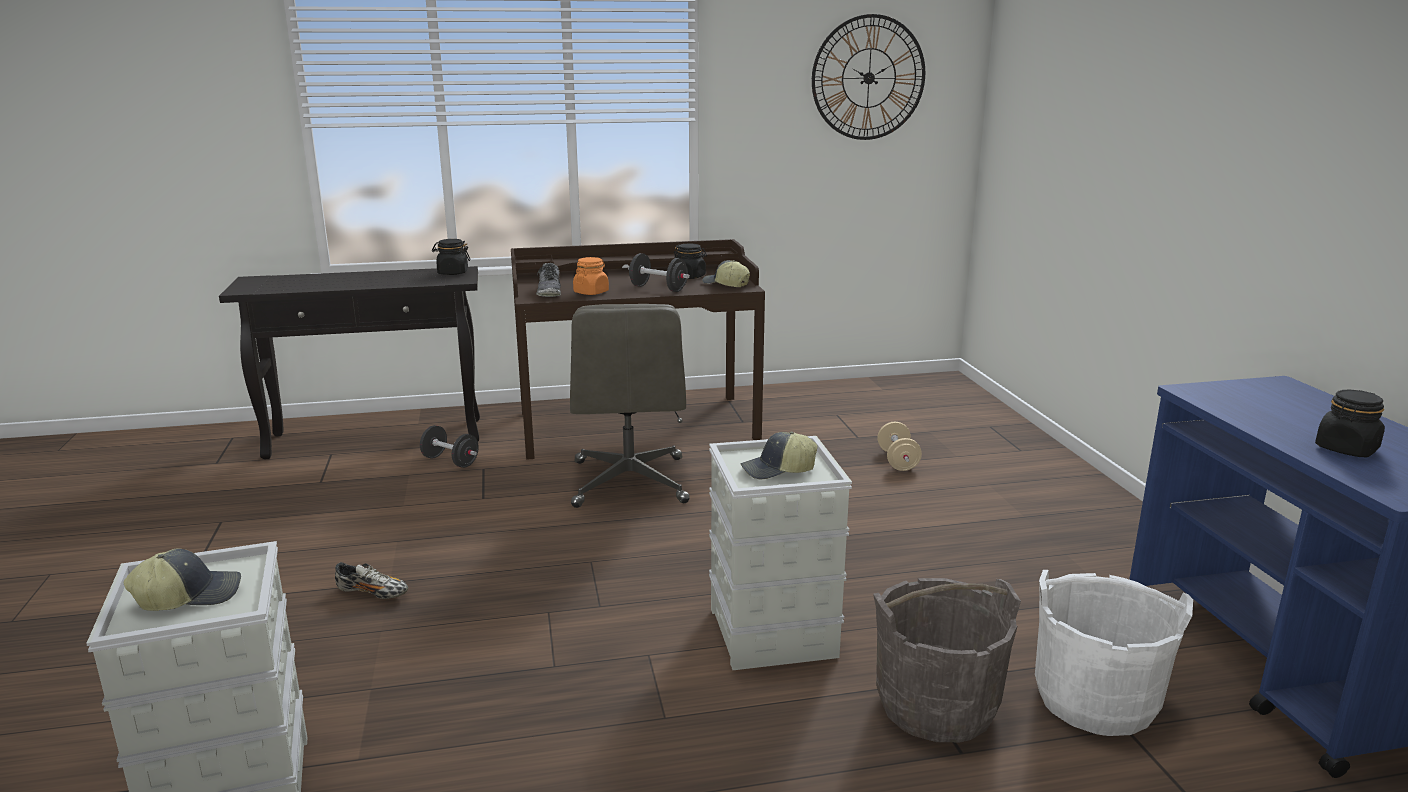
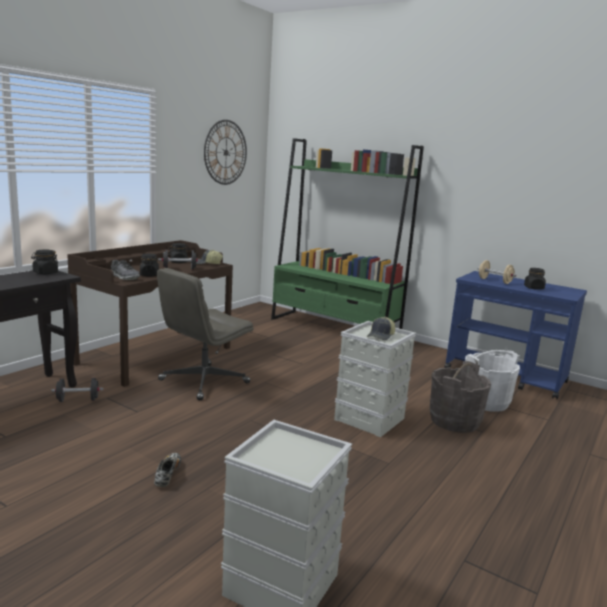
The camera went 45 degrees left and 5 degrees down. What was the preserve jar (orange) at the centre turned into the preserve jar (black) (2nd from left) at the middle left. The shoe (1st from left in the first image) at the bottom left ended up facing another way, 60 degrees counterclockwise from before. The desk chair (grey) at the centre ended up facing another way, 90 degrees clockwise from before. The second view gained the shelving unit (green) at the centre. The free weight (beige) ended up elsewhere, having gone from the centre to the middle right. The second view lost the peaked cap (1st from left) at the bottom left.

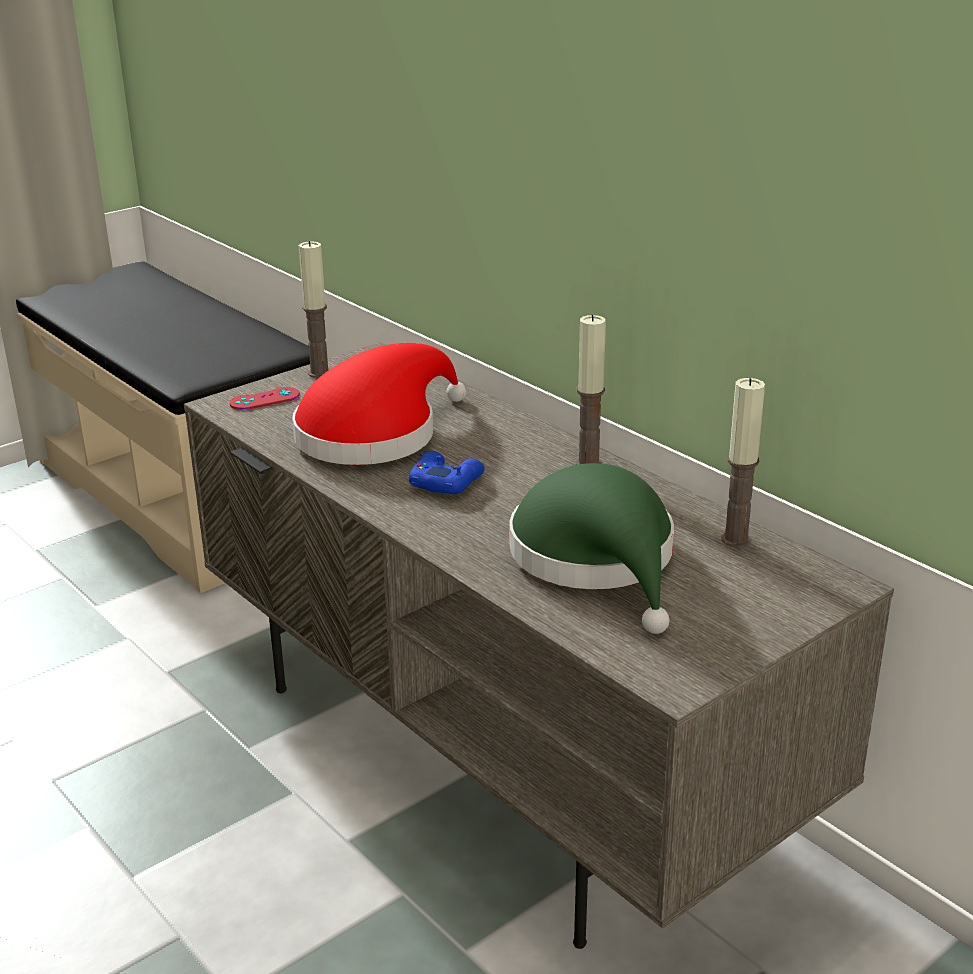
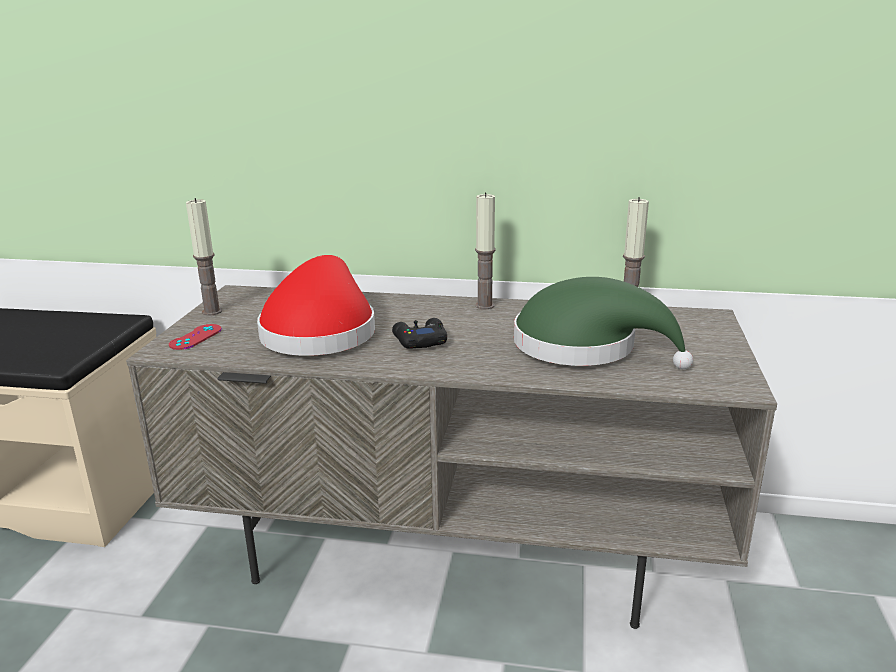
The camera went 40 degrees left and 5 degrees down. What was the game controller (bluish) at the centre turned into the game controller (black) at the centre.

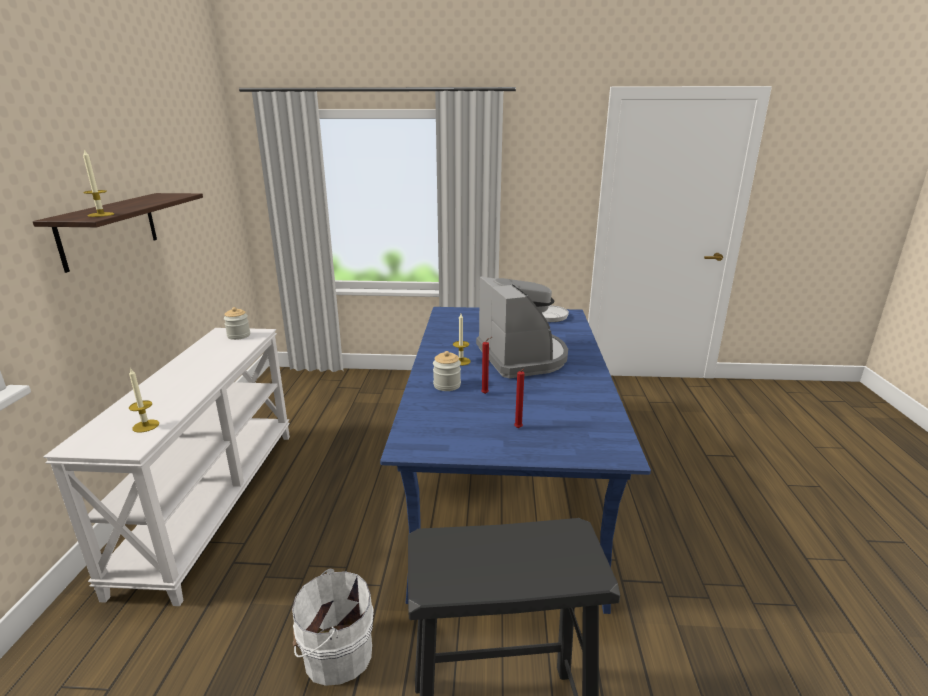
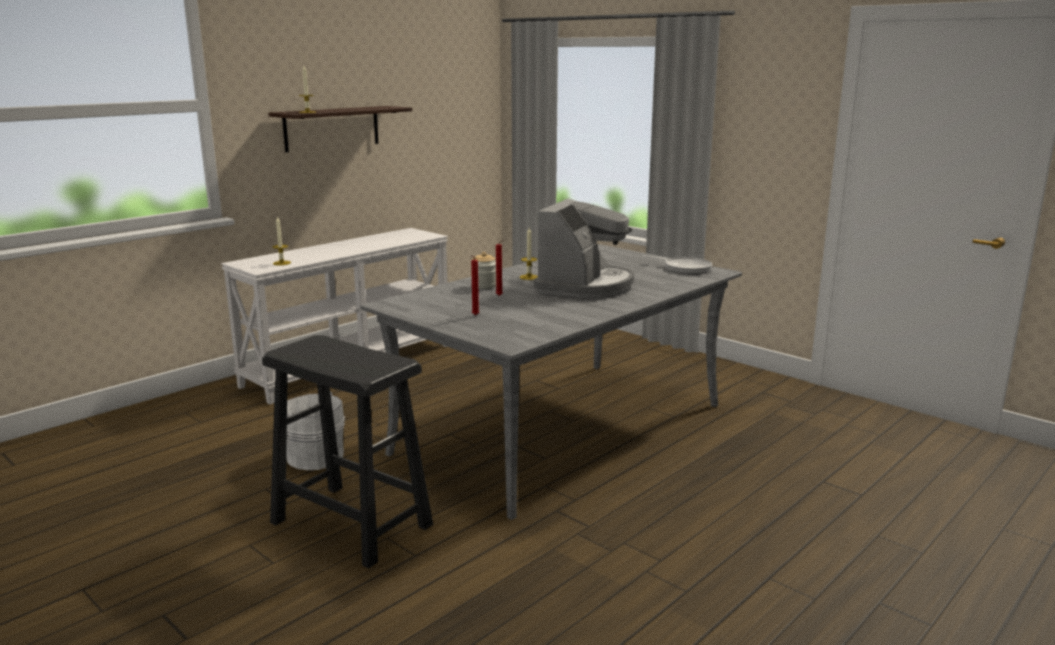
The camera went 40 degrees right and 5 degrees down. What was the kitchen table (bluish) at the centre turned into the kitchen table (grey) at the centre. The second view lost the preserve jar (1st from left) at the middle left.

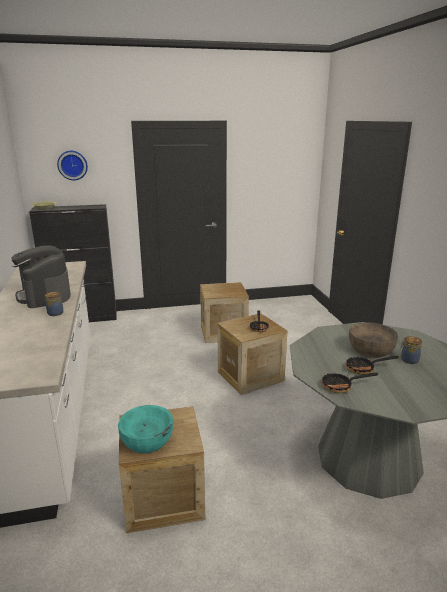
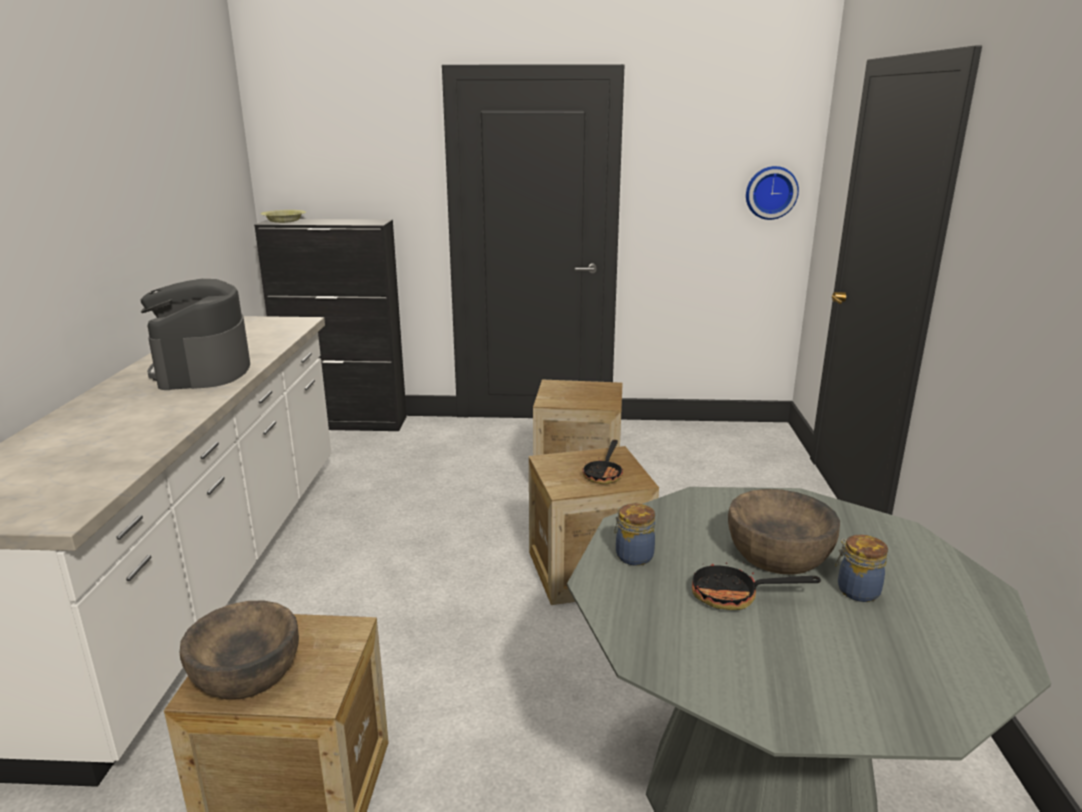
The camera went 15 degrees right and 0 degrees up. What was the bowl (turquoise) at the bottom left turned into the bowl (brownish) (1st from left) at the bottom left. The preserve jar (1st from left) ended up elsewhere, having gone from the middle left to the centre. The clock on the wall ended up elsewhere, having gone from the top left to the top right. The second view lost the pan (2nd from left) at the middle right.

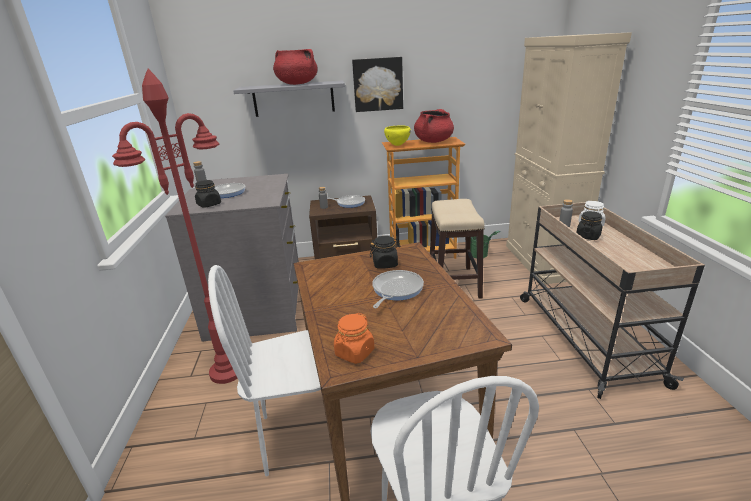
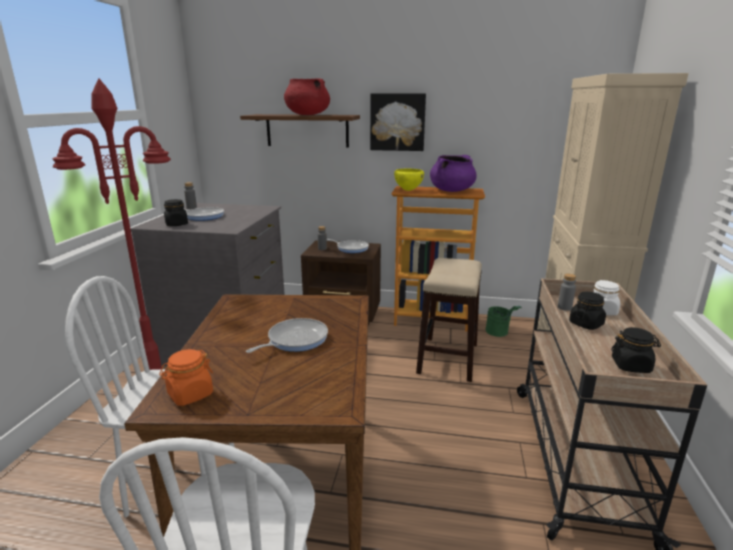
The camera went 15 degrees right and 5 degrees down. What was the shelf (grey) at the top centre turned into the shelf (brownish) at the top centre. What was the saucepot (reddish) (2nd from left) at the top centre turned into the saucepot (purple) at the top centre. The preserve jar (black) (2nd from left in the first image) ended up elsewhere, having gone from the centre to the middle right.

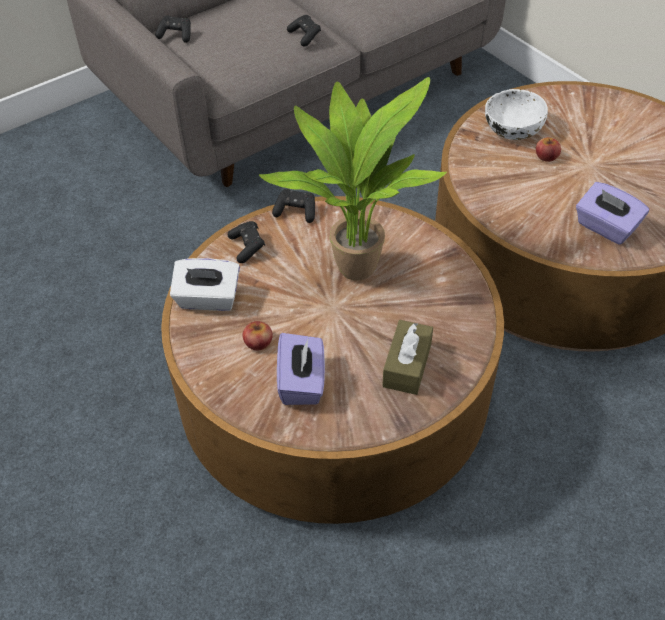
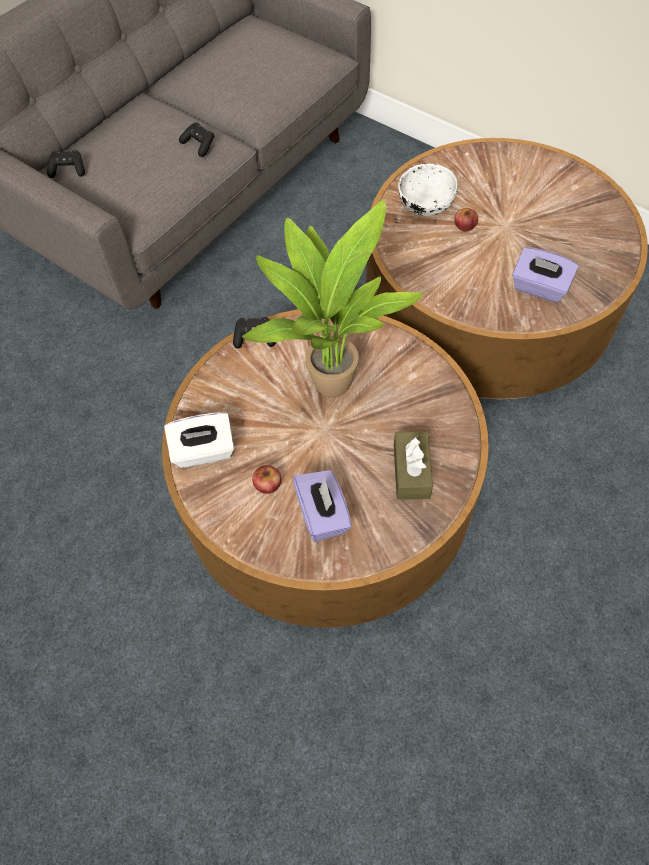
The camera went 15 degrees left and 10 degrees up. The second view lost the game controller (black) (2nd from left) at the centre.

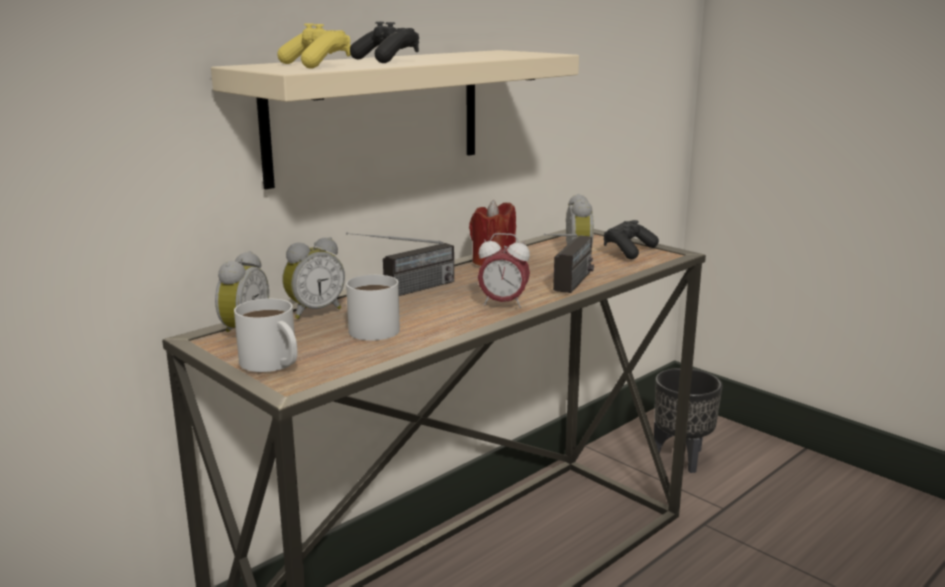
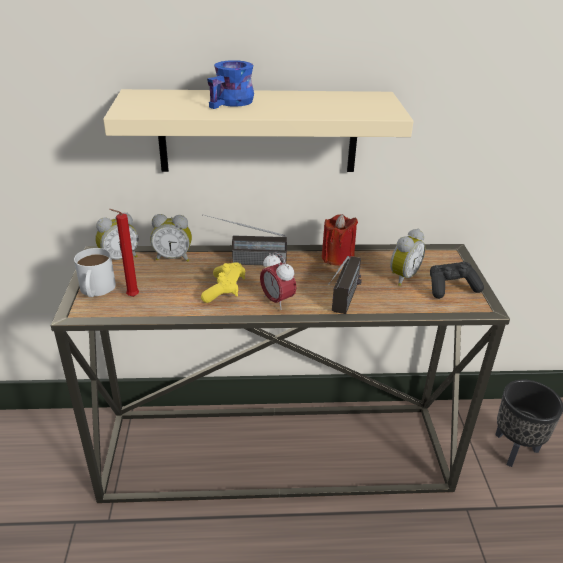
The camera went 40 degrees right and 15 degrees up. The second view gained the wax light (reddish) (1st from left) at the middle left. The game controller (yellow-coloured) ended up elsewhere, having gone from the top left to the centre. Where the game controller (black) (1st from left) stood at the top centre, the tea mug (bluish) came to stand at the top centre. The radio receiver (2nd from left) at the centre ended up facing another way, 45 degrees counterclockwise from before. The second view lost the tea mug (whitish) (2nd from left) at the centre.

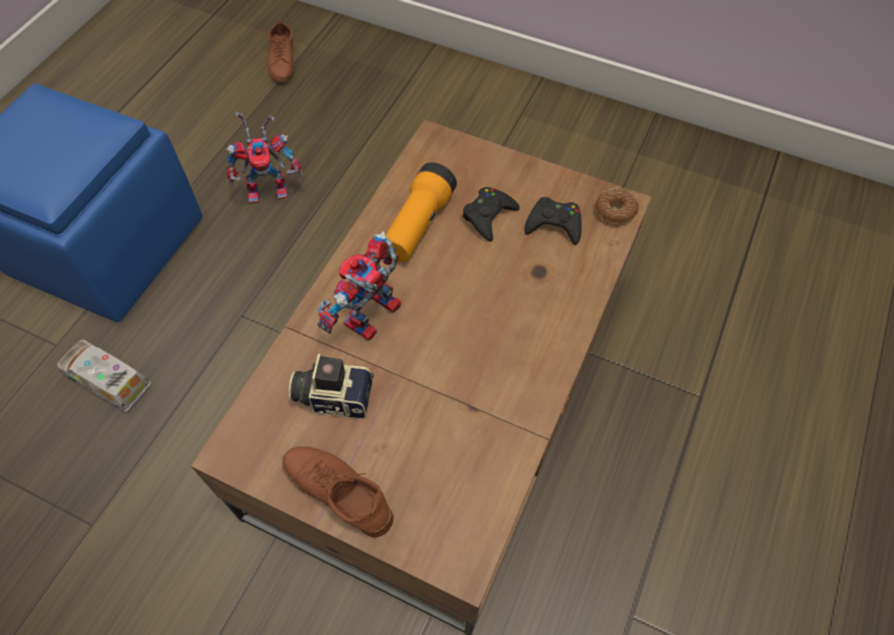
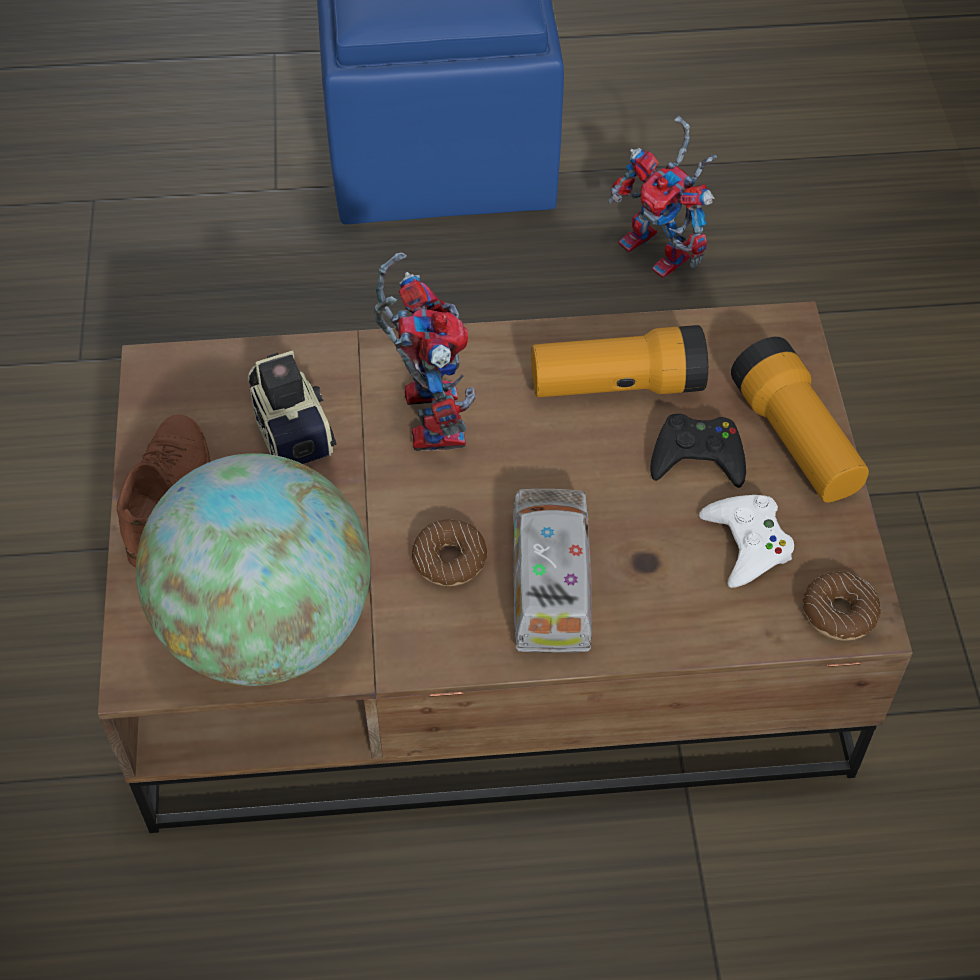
The camera went 60 degrees right and 5 degrees down. The second view gained the desk globe at the middle left. The model robot (2nd from left in the first image) at the centre ended up facing another way, 75 degrees clockwise from before. The second view gained the donut (1st from left) at the centre. The model truck ended up elsewhere, having gone from the middle left to the centre. What was the game controller (black) (2nd from left) at the centre turned into the game controller (whitish) at the middle right. The second view gained the hand torch (2nd from left) at the middle right. The second view lost the shoe (brownish) (1st from left) at the top left.

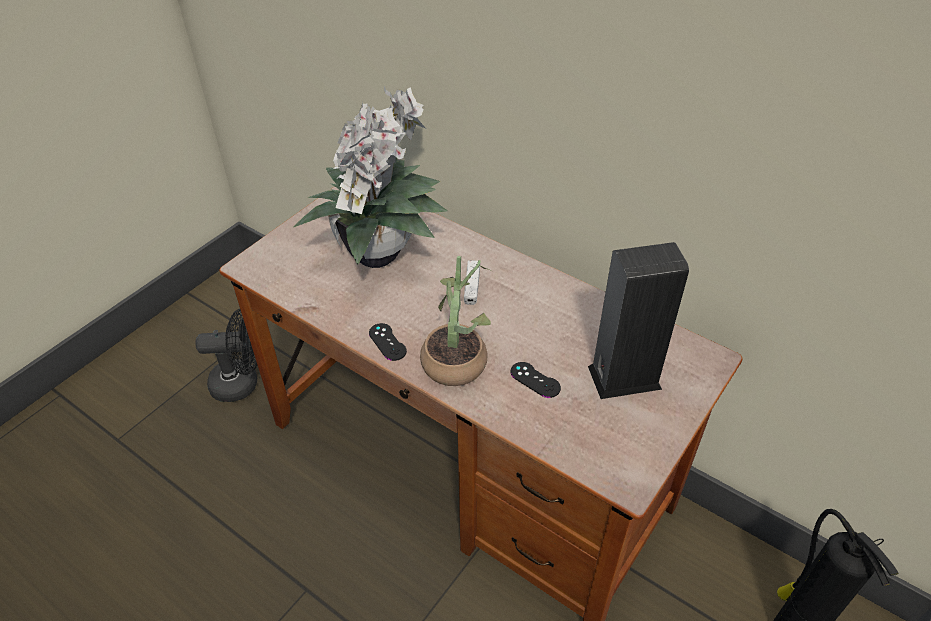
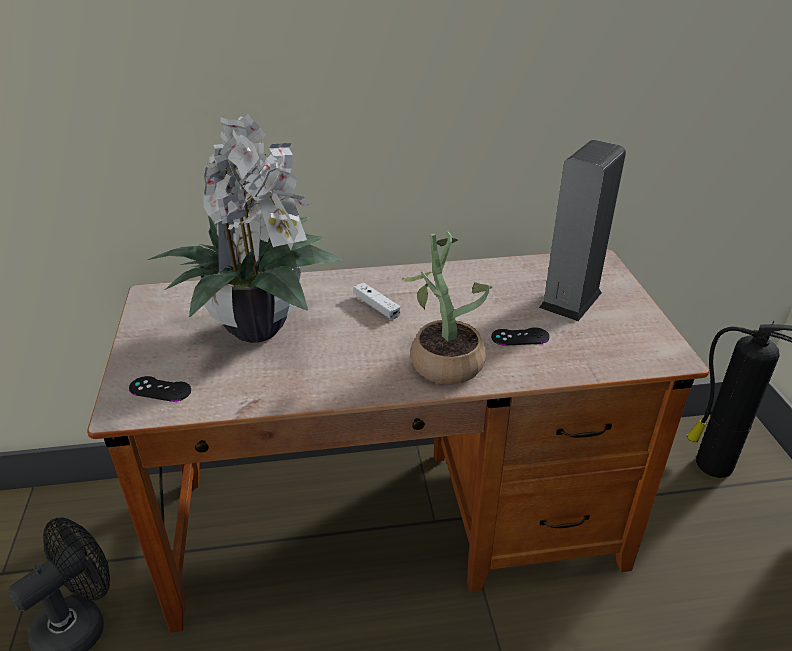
The camera went 45 degrees left and 10 degrees down. The game controller (black) (1st from left) ended up elsewhere, having gone from the centre to the middle left.

